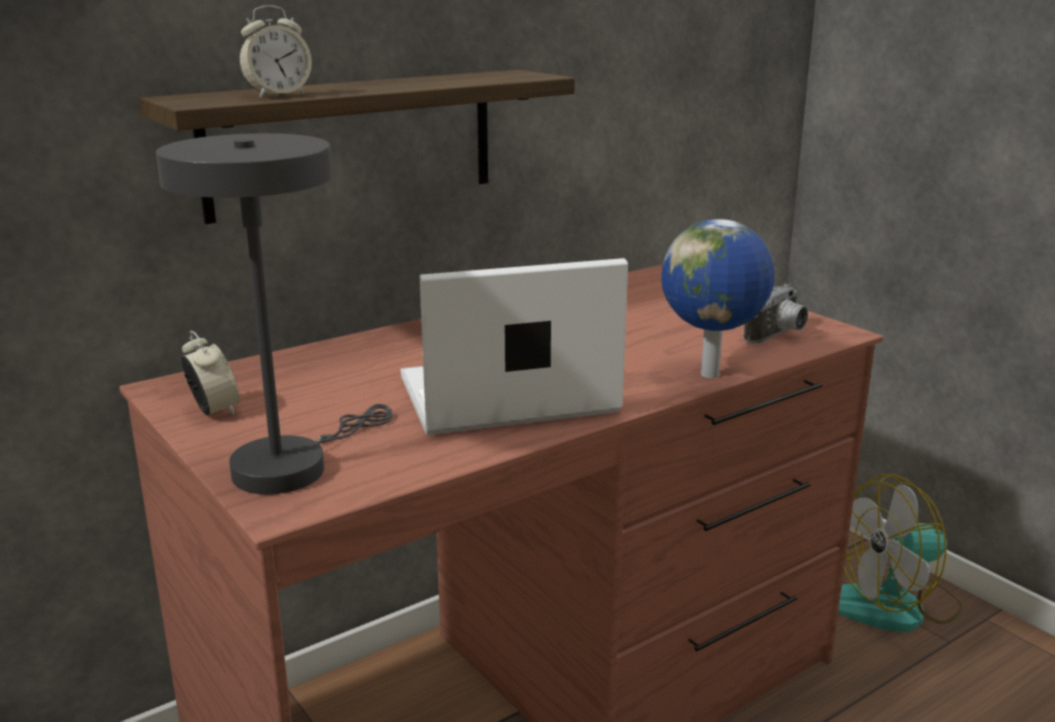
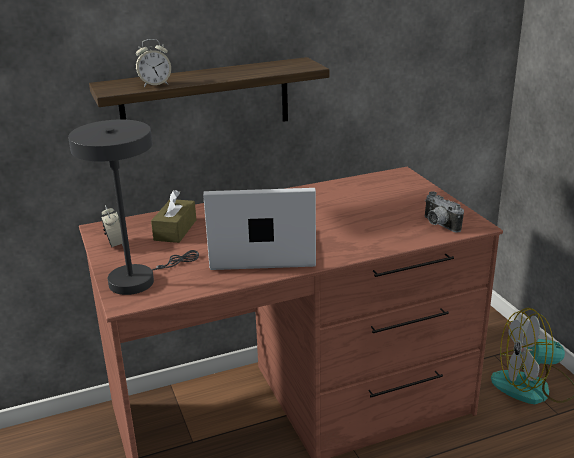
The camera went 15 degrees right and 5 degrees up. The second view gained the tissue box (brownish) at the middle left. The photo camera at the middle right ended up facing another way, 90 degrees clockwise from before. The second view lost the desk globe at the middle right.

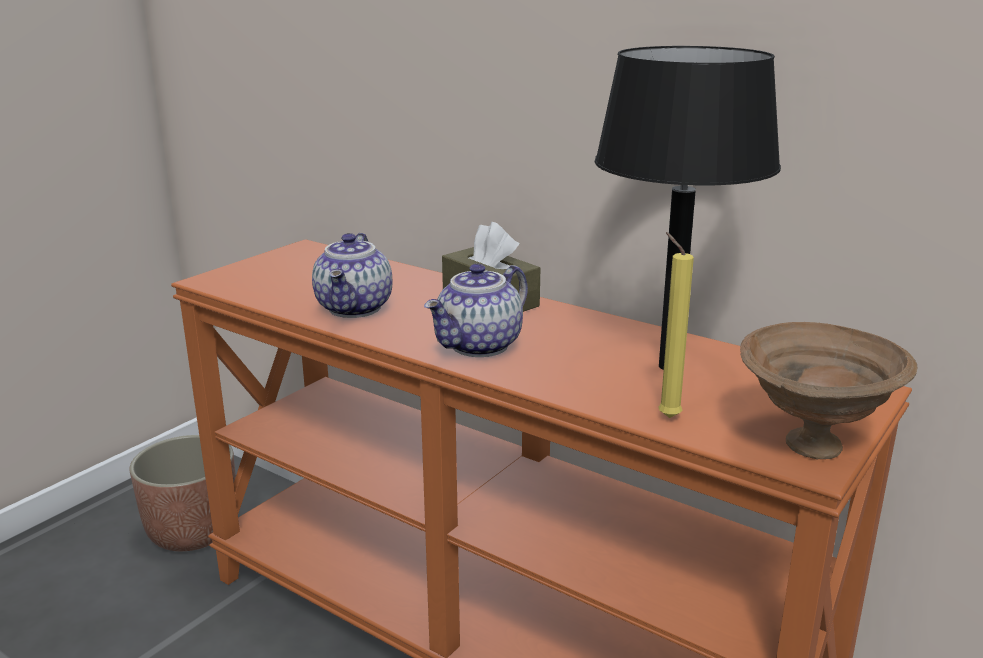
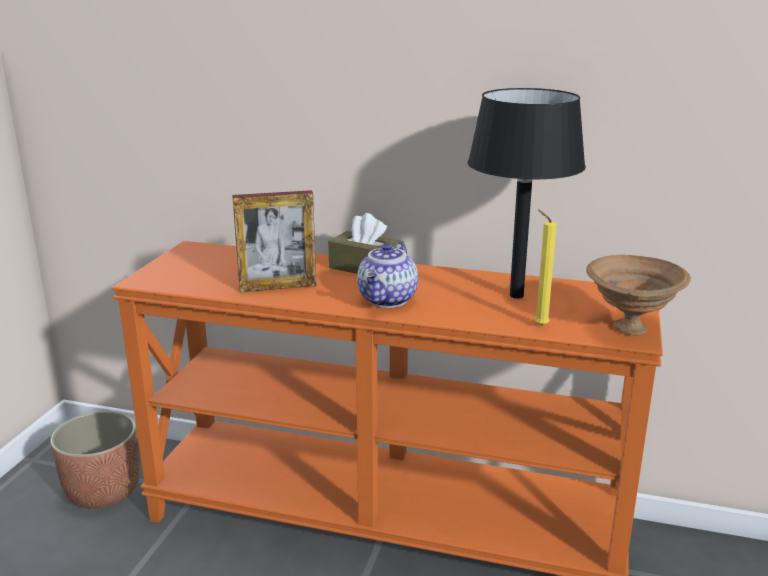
The camera went 20 degrees left and 0 degrees up. Where the tea pot (1st from left) stood at the centre, the picture frame came to stand at the centre.

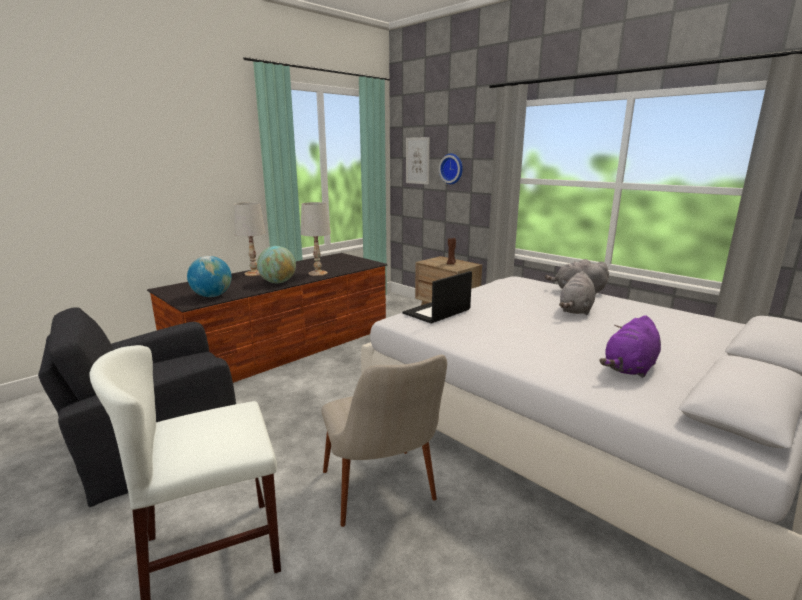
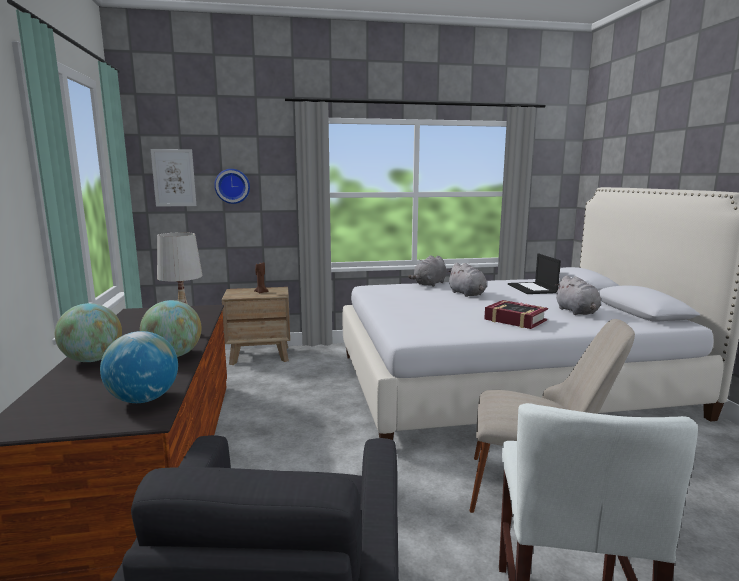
The camera went 55 degrees left and 5 degrees down. Where the tabletop lamp (whitish) (1st from left) stood at the middle left, the desk globe (1st from left) came to stand at the middle left. The second view gained the book at the middle right. The laptop ended up elsewhere, having gone from the centre to the middle right. What was the plush toy (purple) at the middle right turned into the plush toy (grey) (3rd from left) at the middle right.

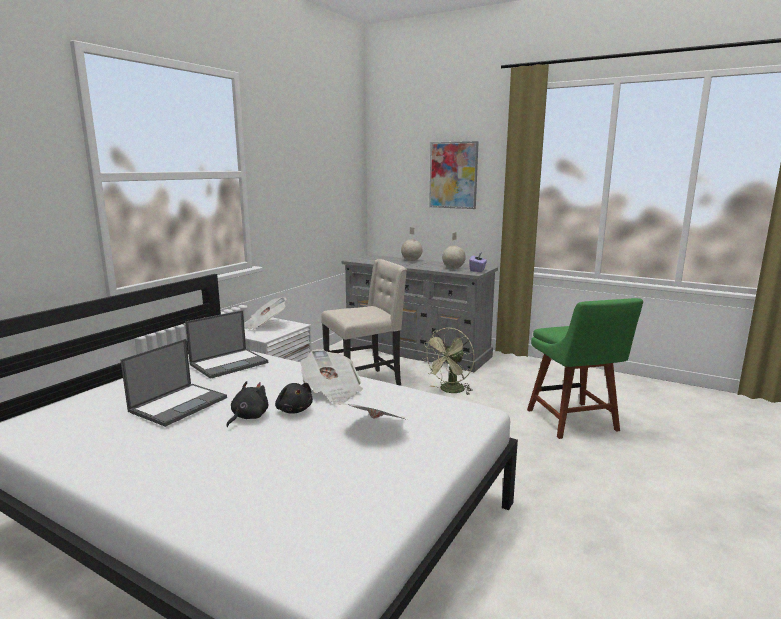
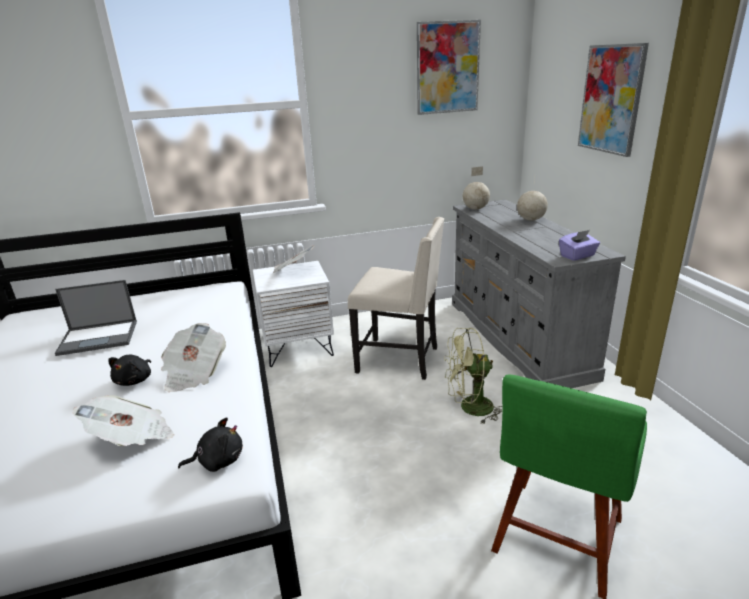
The camera went 45 degrees right and 10 degrees up. The plush toy (black) (1st from left in the first image) ended up elsewhere, having gone from the middle left to the bottom left. The second view gained the picture (1st from left) at the top centre. The desk globe (2nd from left in the first image) ended up elsewhere, having gone from the centre to the top centre. The second view lost the laptop (2nd from left) at the middle left.

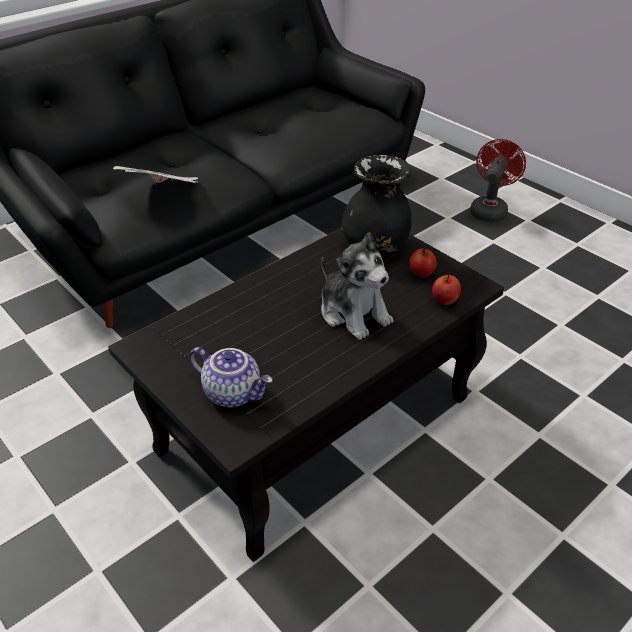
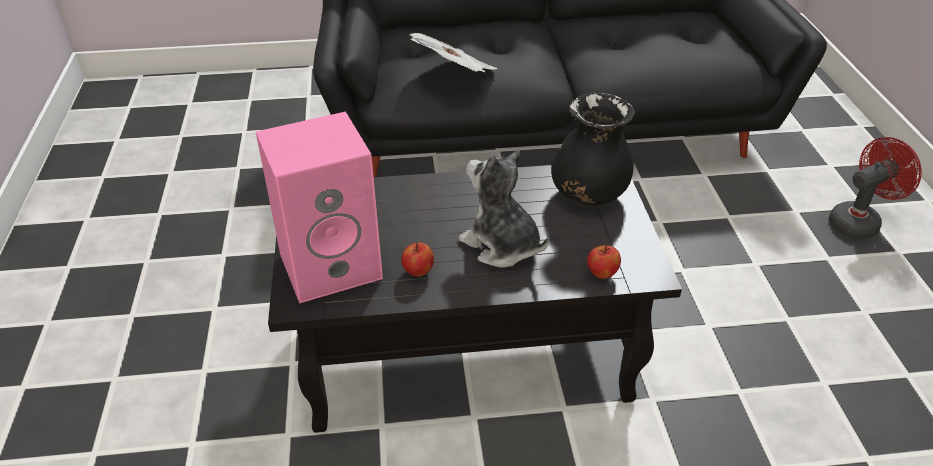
The camera went 35 degrees right and 0 degrees up. Where the tea pot stood at the centre, the audio speaker (pinkish) came to stand at the centre. The apple (1st from left) ended up elsewhere, having gone from the middle right to the centre. The plush toy at the centre ended up facing another way, 135 degrees clockwise from before.

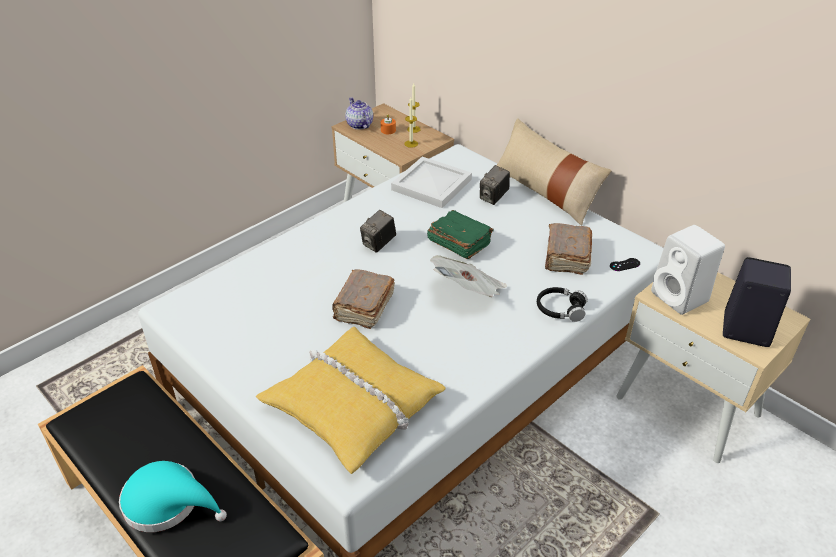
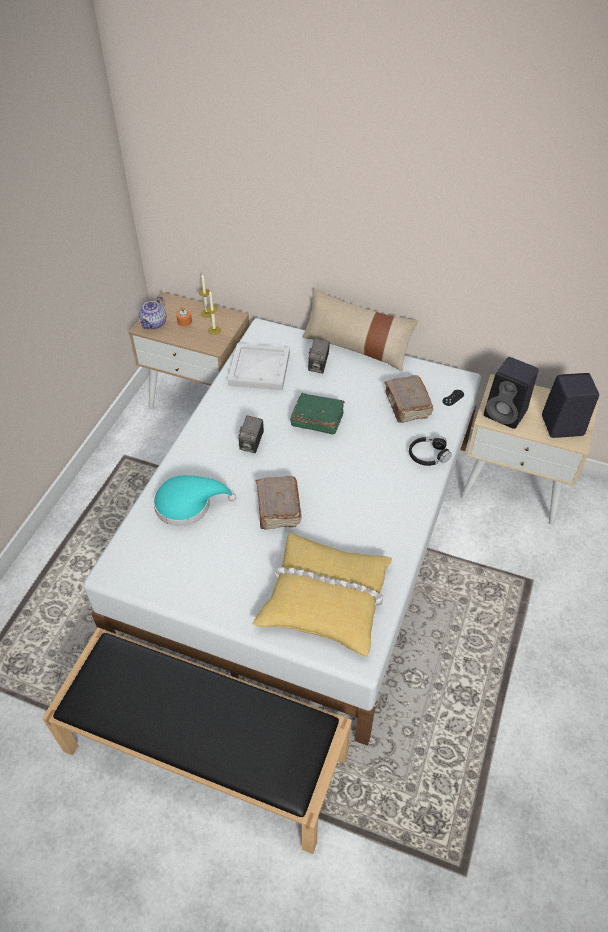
The camera went 25 degrees left and 10 degrees up. The tea pot at the top centre ended up facing another way, 105 degrees counterclockwise from before. The hat (turquoise) ended up elsewhere, having gone from the bottom left to the middle left. What was the audio speaker (whitish) at the middle right turned into the audio speaker (black) (1st from left) at the middle right. The second view lost the newspaper at the centre.

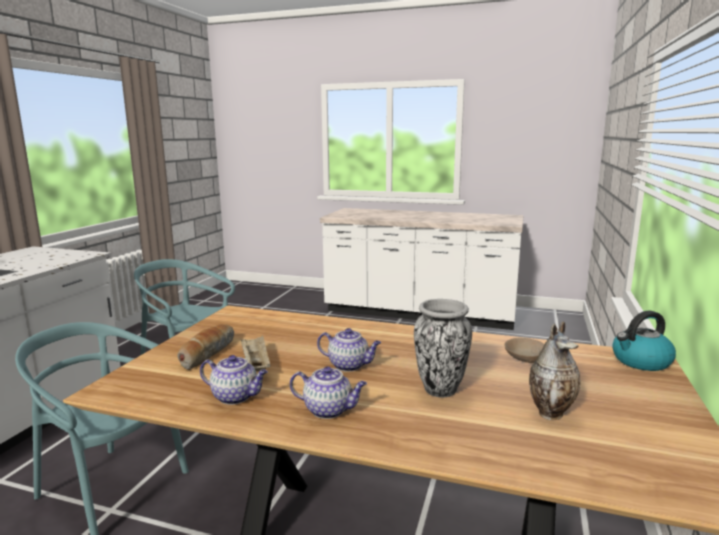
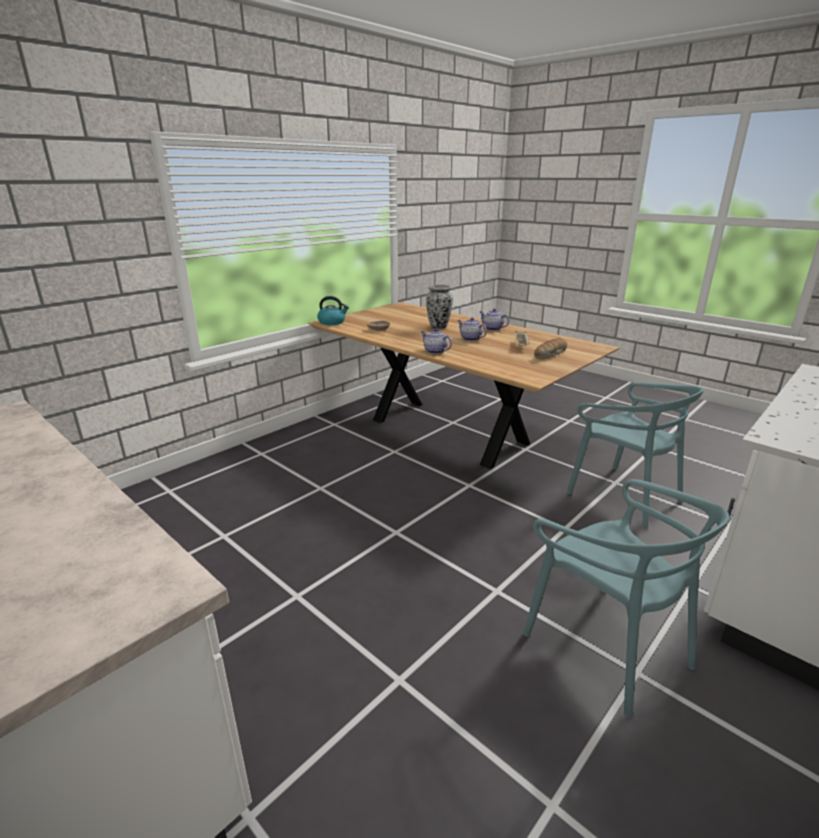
The camera went 155 degrees left and 10 degrees up. The tea pot (1st from left) ended up elsewhere, having gone from the bottom left to the centre. The second view lost the decorative vase (2nd from left) at the bottom right.

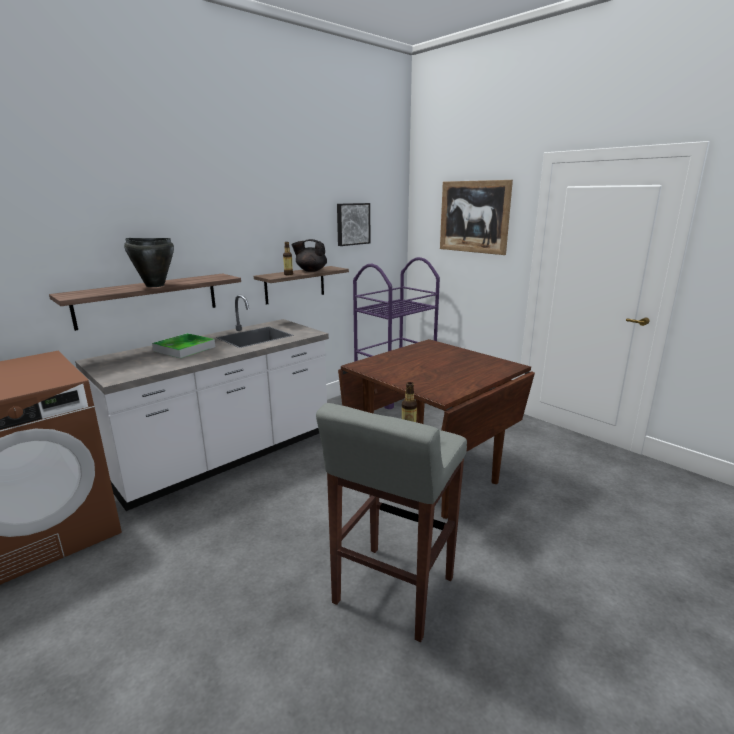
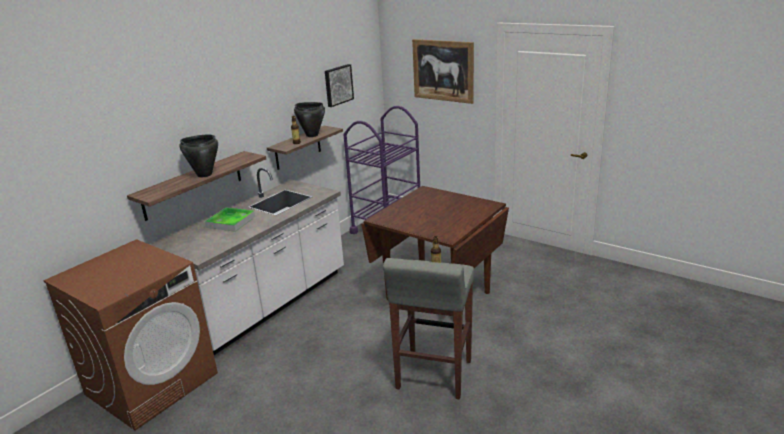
The camera went 10 degrees left and 5 degrees up. Where the tea pot (black) stood at the centre, the saucepot (black) (2nd from left) came to stand at the top centre.

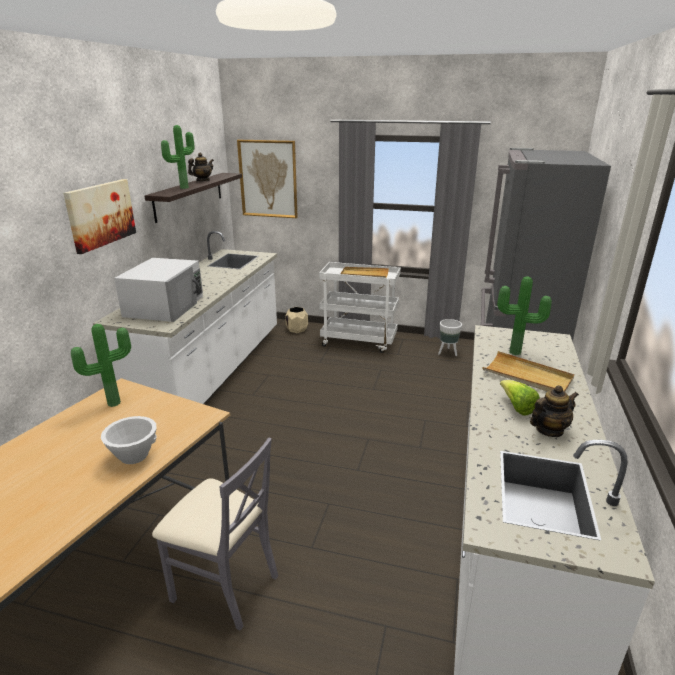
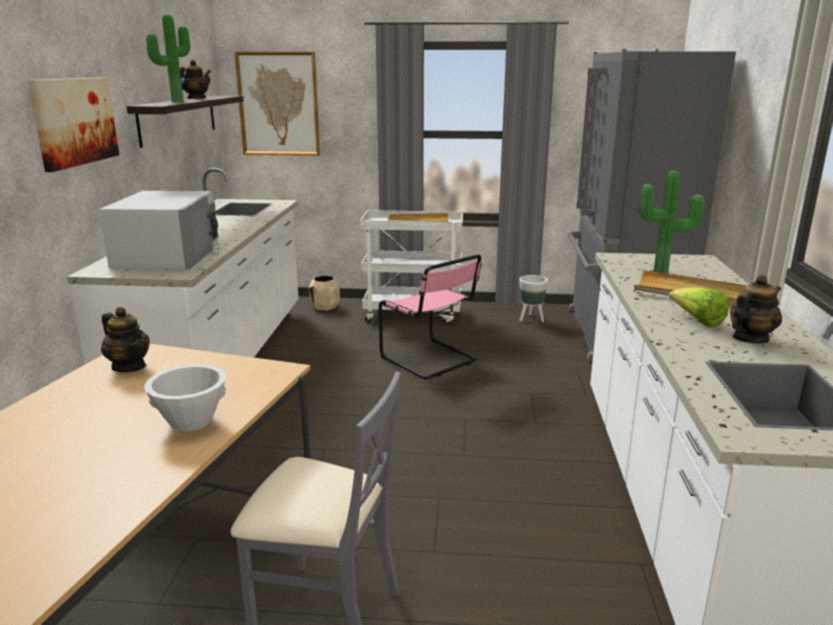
The camera went 10 degrees left and 5 degrees down. Where the plant in a pot (1st from left) stood at the middle left, the tea pot (1st from left) came to stand at the middle left. The second view gained the chair (pinkish) at the centre.

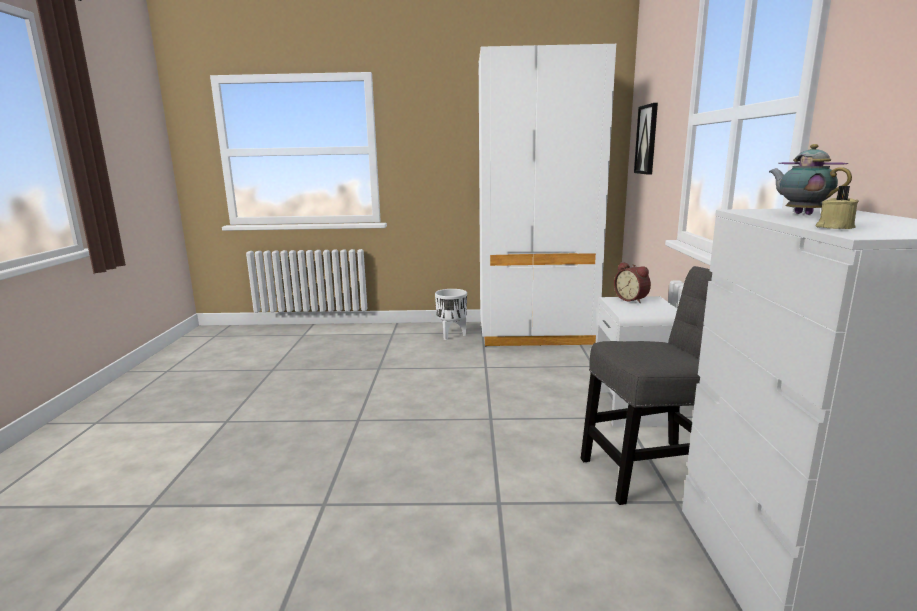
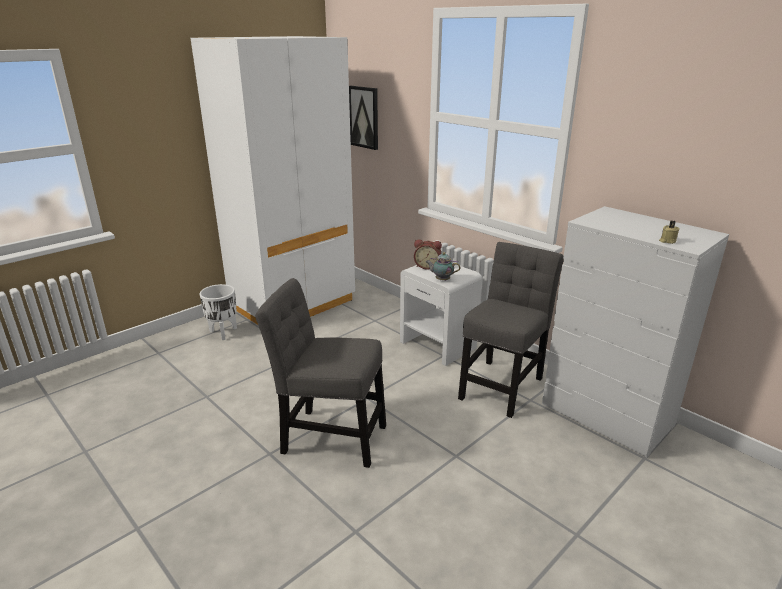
The camera went 45 degrees left and 10 degrees up. The second view gained the chair (grey) (1st from left) at the centre. The tea pot ended up elsewhere, having gone from the top right to the centre.

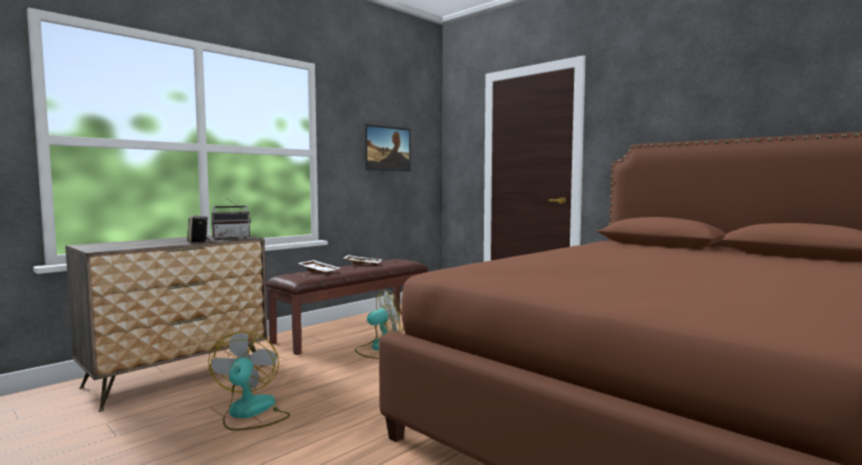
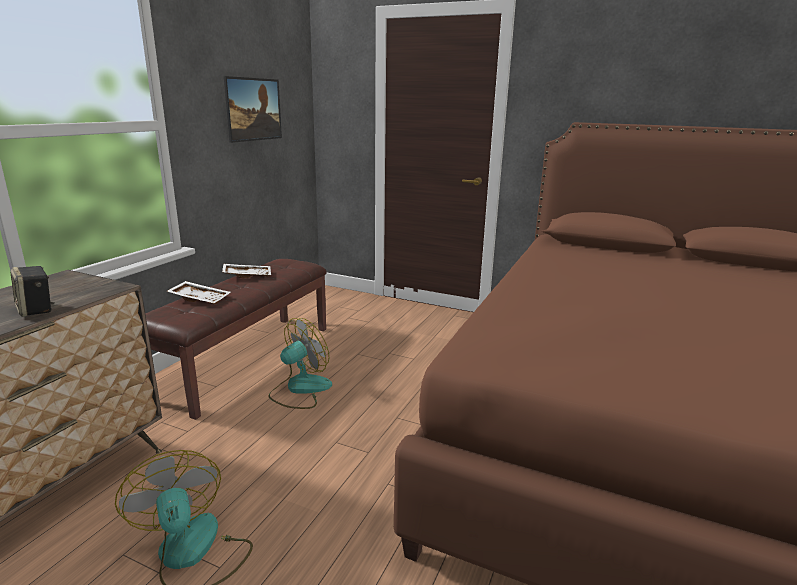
The camera went 20 degrees left and 15 degrees up. The second view lost the radio receiver at the middle left.

